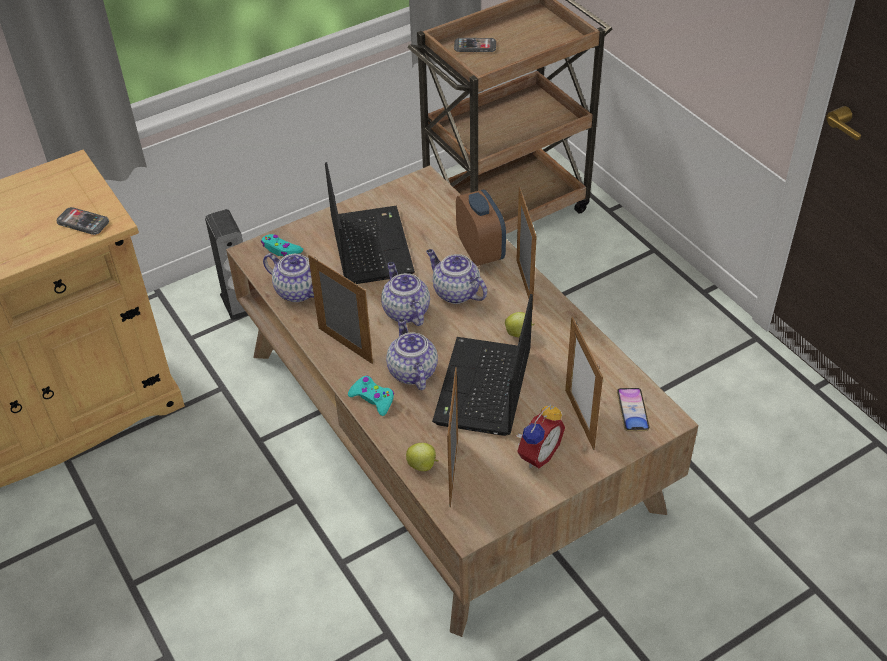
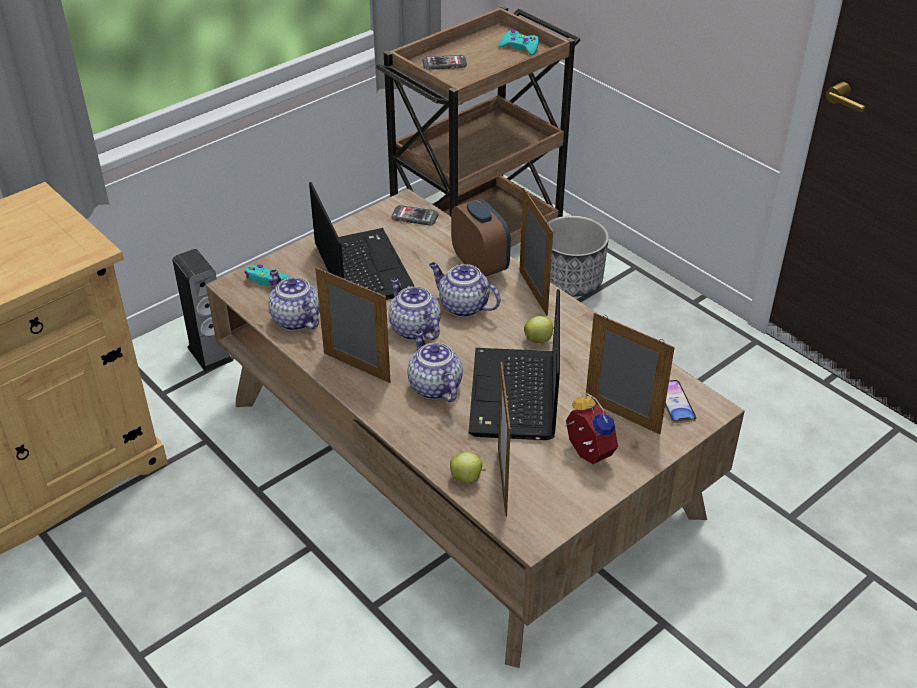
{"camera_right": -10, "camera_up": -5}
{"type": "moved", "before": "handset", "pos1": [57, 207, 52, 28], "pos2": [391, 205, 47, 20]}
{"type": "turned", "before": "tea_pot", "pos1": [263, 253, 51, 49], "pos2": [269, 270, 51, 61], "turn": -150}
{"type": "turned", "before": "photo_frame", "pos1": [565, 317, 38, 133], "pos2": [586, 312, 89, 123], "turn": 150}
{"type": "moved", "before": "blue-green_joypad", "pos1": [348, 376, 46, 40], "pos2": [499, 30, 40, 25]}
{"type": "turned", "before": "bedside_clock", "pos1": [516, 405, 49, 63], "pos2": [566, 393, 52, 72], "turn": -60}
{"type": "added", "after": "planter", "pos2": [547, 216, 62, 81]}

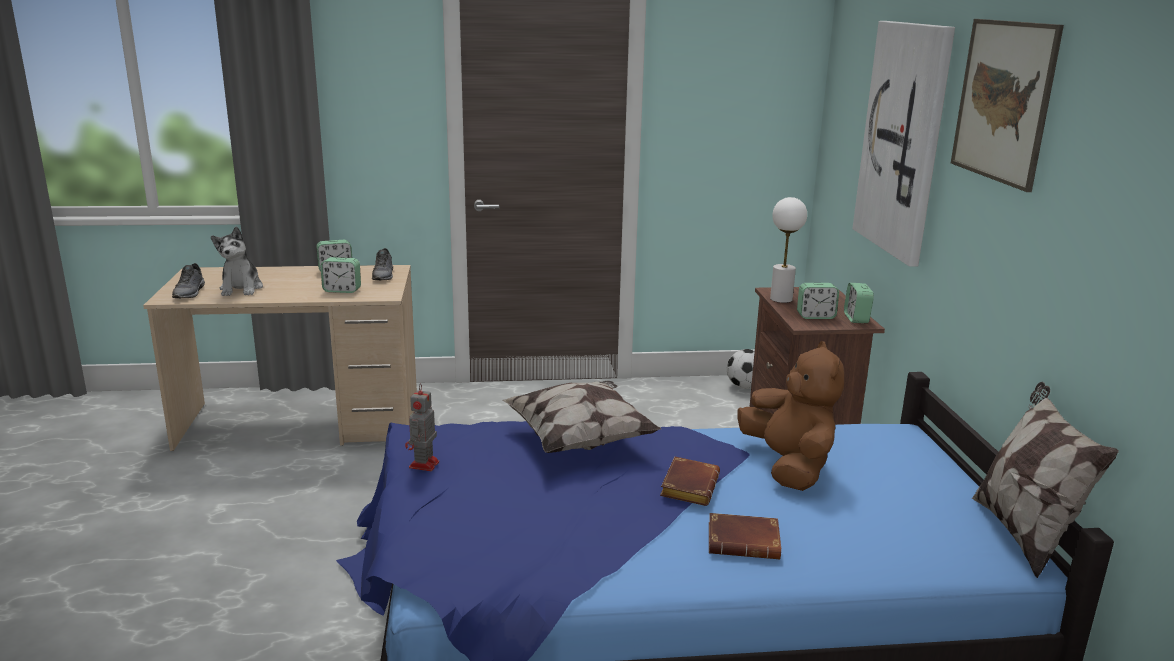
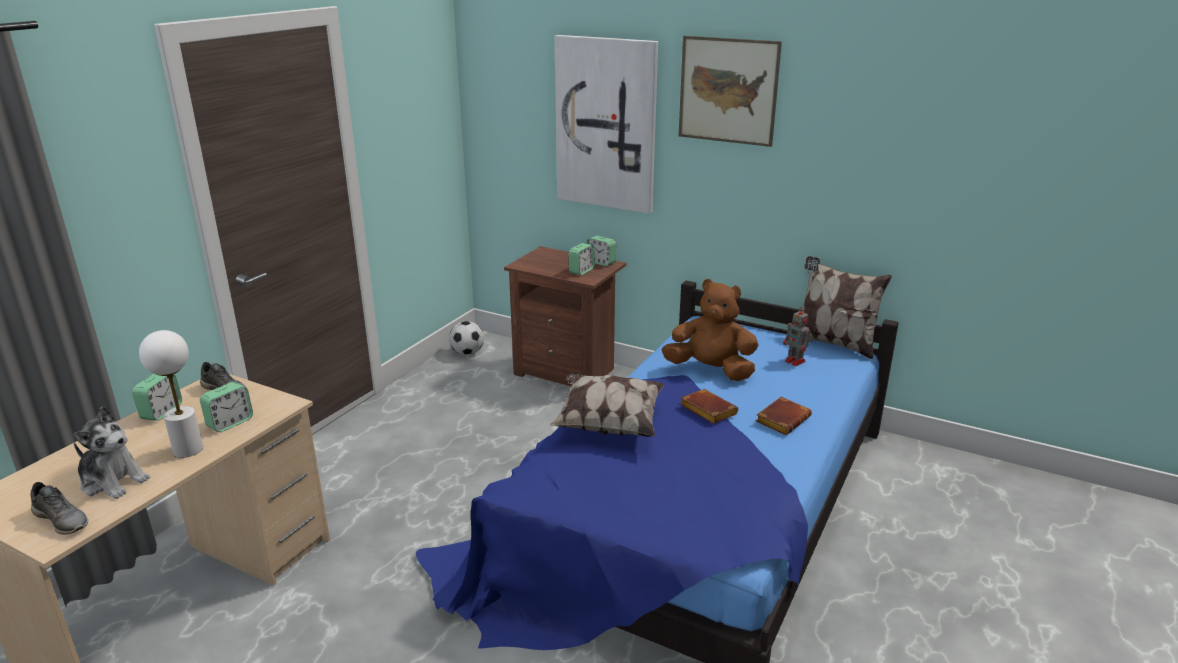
{"camera_right": -55, "camera_up": 5}
{"type": "moved", "before": "whitish_table_lamp", "pos1": [770, 197, 37, 106], "pos2": [139, 330, 64, 128]}
{"type": "moved", "before": "toy_robot", "pos1": [405, 383, 34, 88], "pos2": [783, 308, 30, 58]}

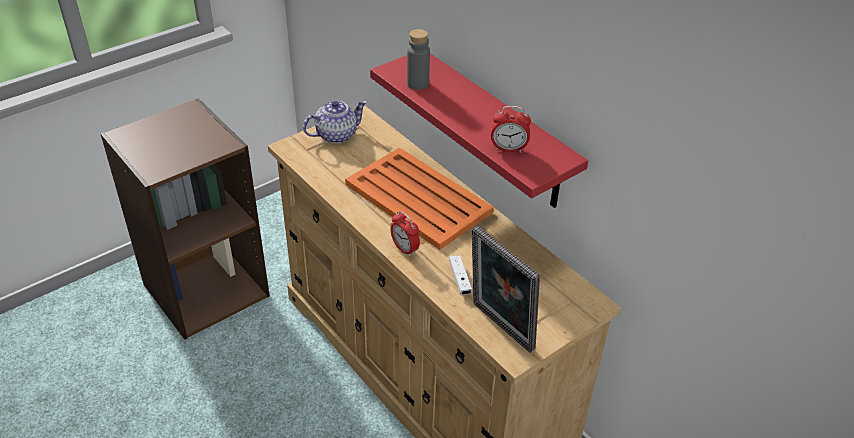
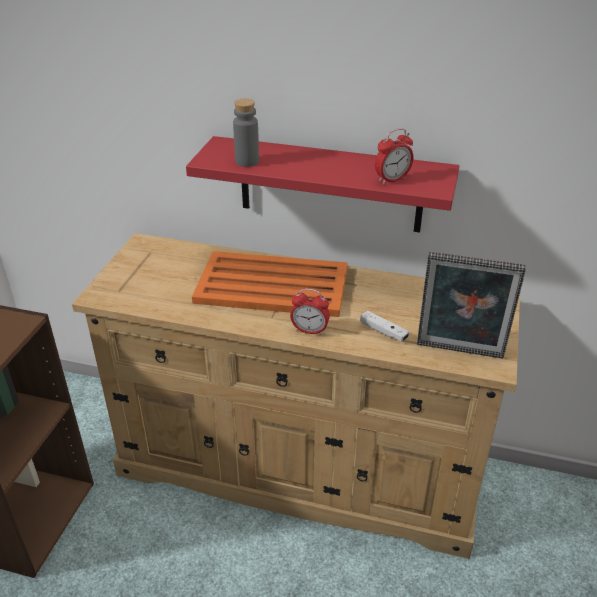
{"camera_right": -35, "camera_up": -5}
{"type": "removed", "before": "tea_pot", "pos1": [303, 100, 64, 43]}

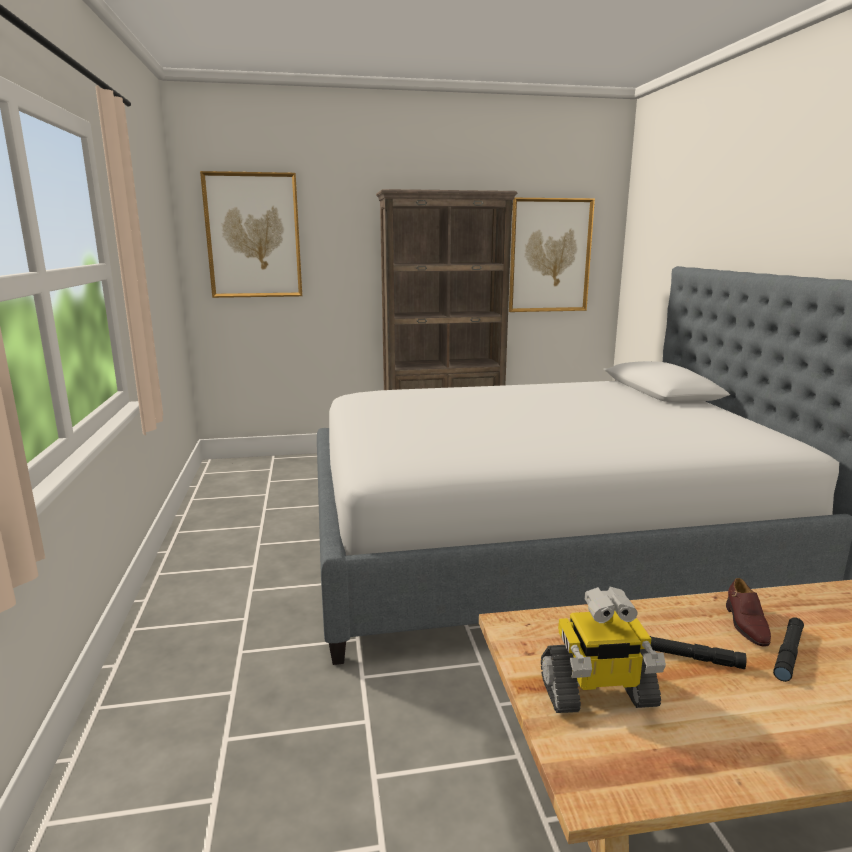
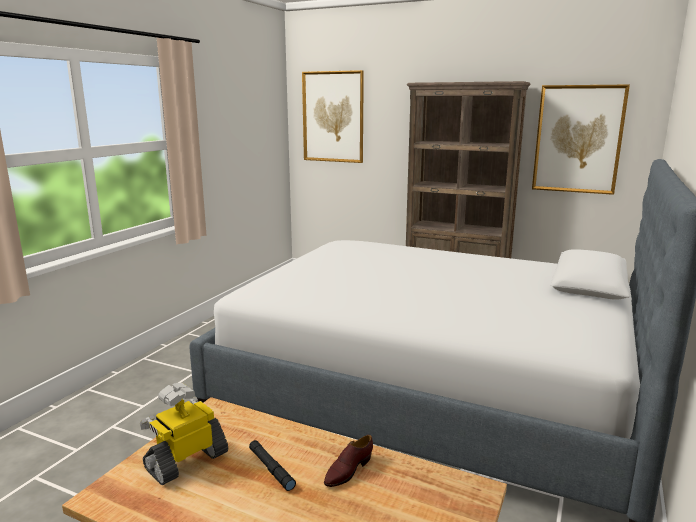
{"camera_right": 35, "camera_up": 0}
{"type": "turned", "before": "toy_robot", "pos1": [541, 587, 125, 126], "pos2": [140, 383, 88, 102], "turn": 105}
{"type": "removed", "before": "blackish_flashlight", "pos1": [773, 617, 31, 65]}

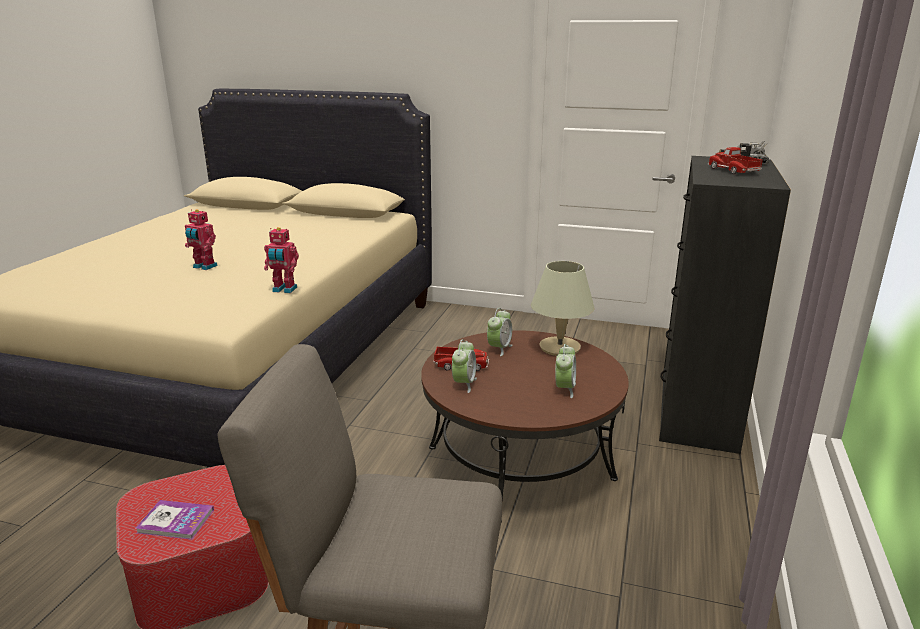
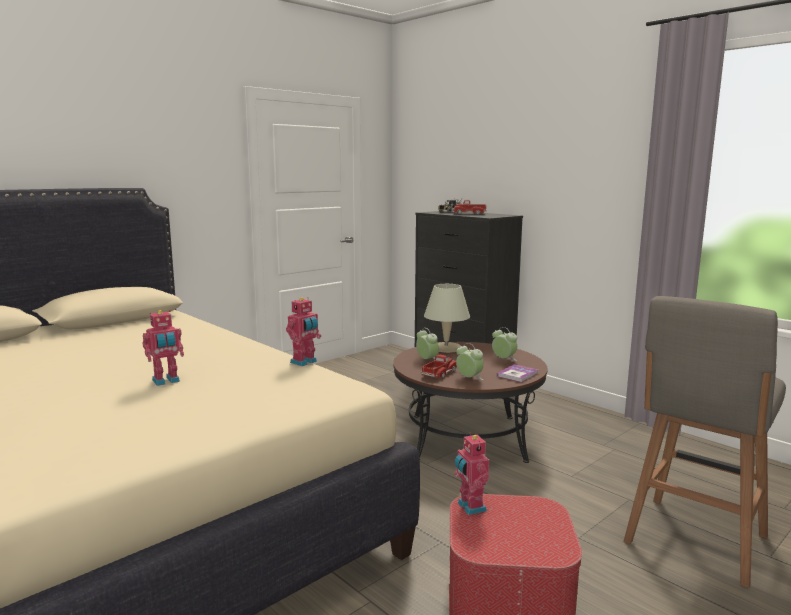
{"camera_right": -60, "camera_up": -10}
{"type": "moved", "before": "bound_book", "pos1": [136, 500, 78, 40], "pos2": [497, 364, 41, 18]}
{"type": "added", "after": "toy_robot", "pos2": [454, 432, 35, 83]}

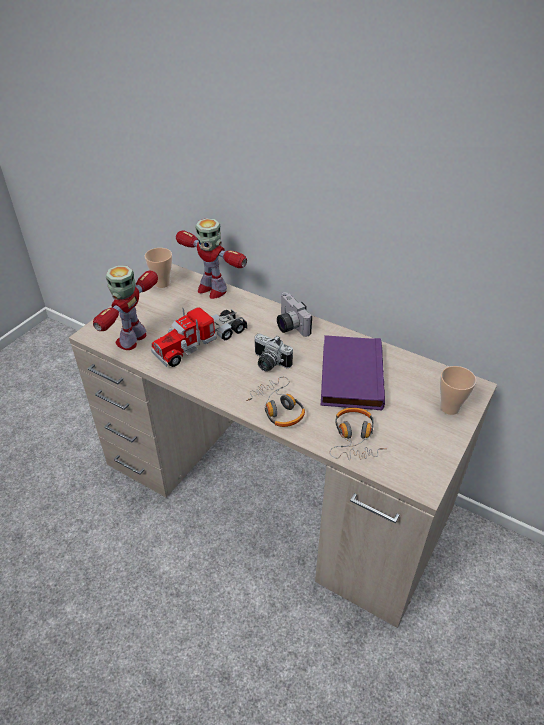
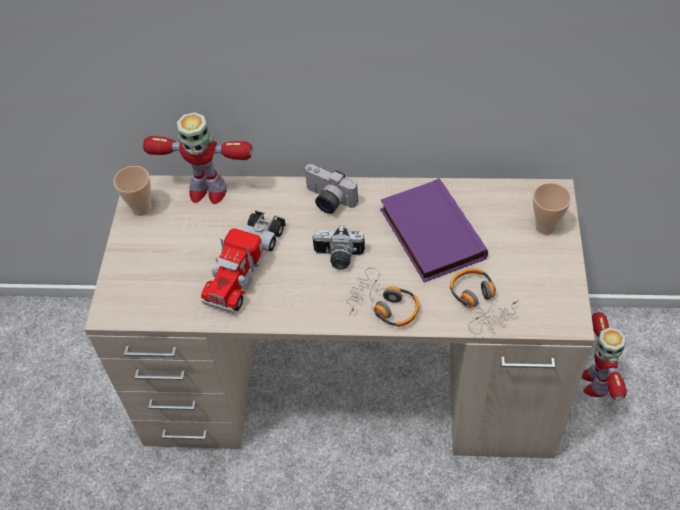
{"camera_right": -25, "camera_up": 10}
{"type": "moved", "before": "toy_robot", "pos1": [93, 265, 65, 85], "pos2": [582, 312, 45, 88]}

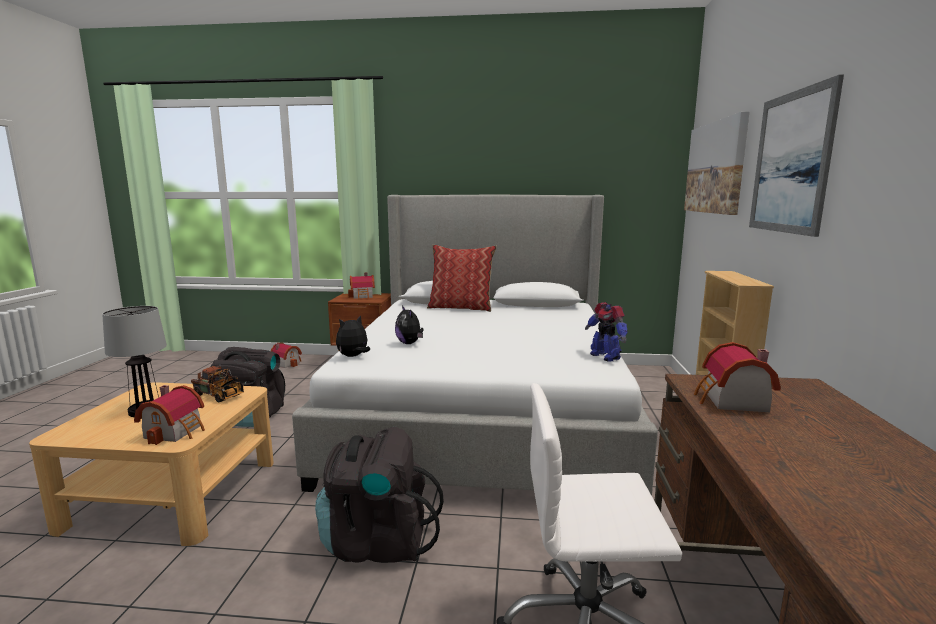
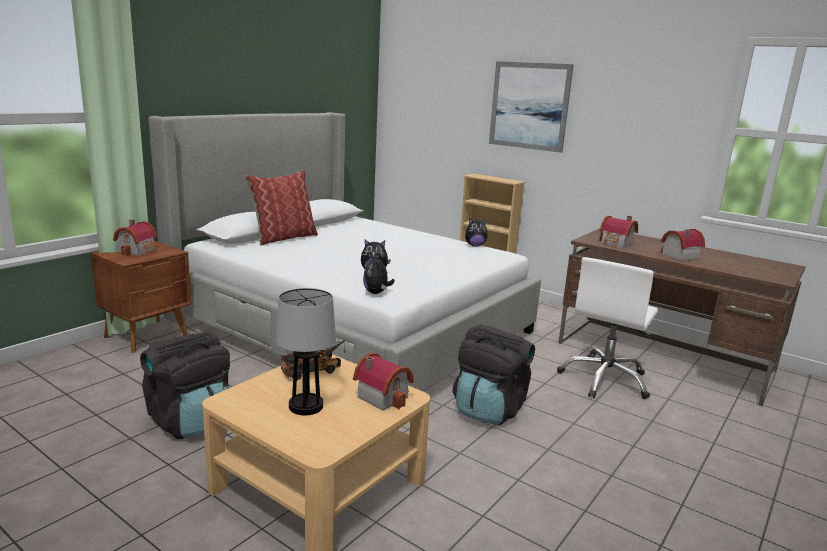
{"camera_right": -60, "camera_up": 5}
{"type": "removed", "before": "wall_picture", "pos1": [684, 112, 65, 103]}
{"type": "replaced", "before": "toy_robot", "after": "soft_toy", "pos1": [585, 302, 43, 60], "pos2": [465, 219, 23, 27]}
{"type": "moved", "before": "toy_house", "pos1": [271, 343, 31, 25], "pos2": [660, 229, 45, 32]}

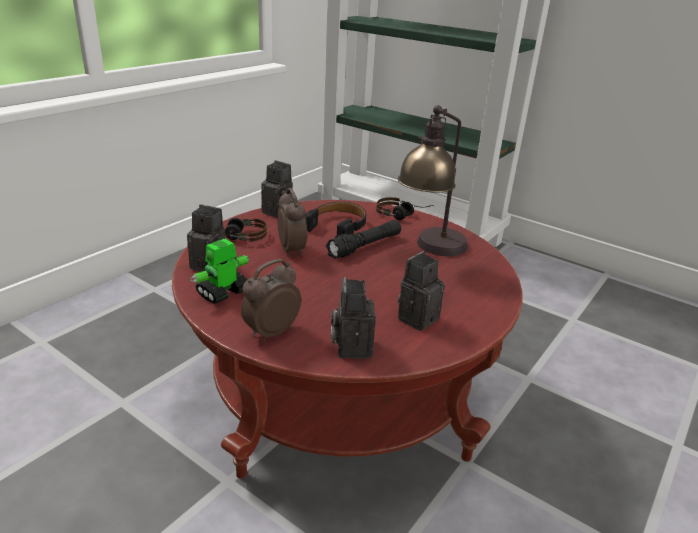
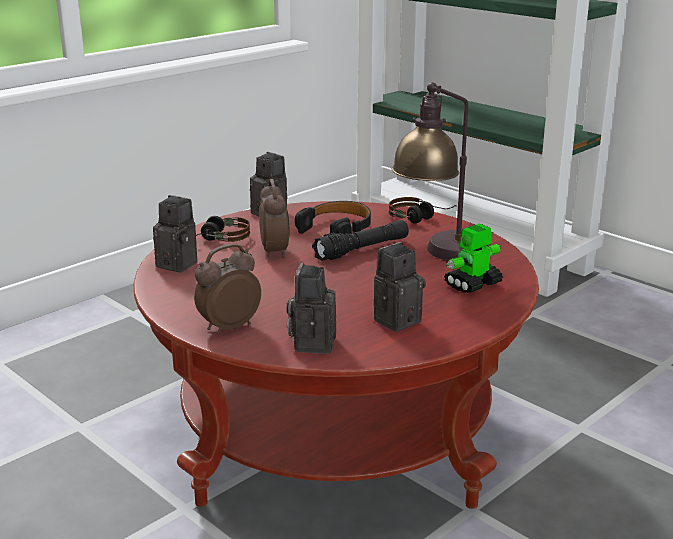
{"camera_right": 10, "camera_up": -5}
{"type": "moved", "before": "toy_robot", "pos1": [190, 239, 60, 65], "pos2": [444, 224, 59, 69]}

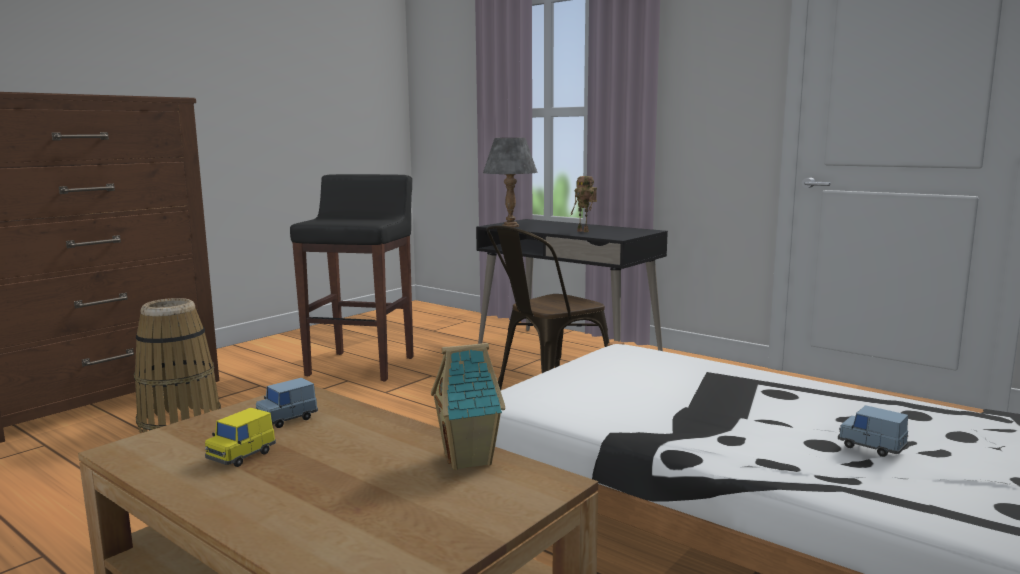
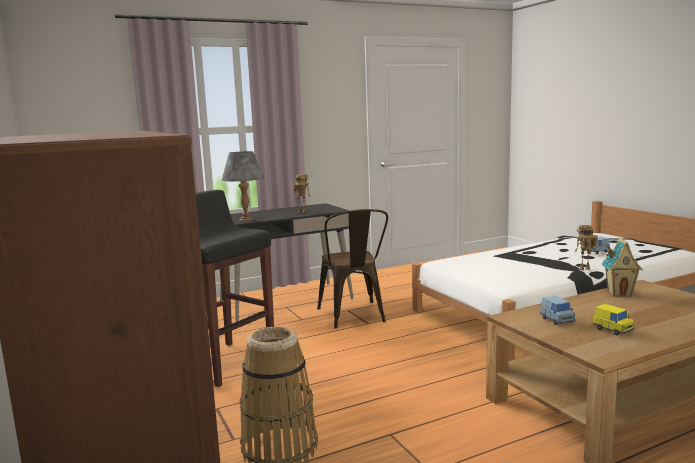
{"camera_right": -65, "camera_up": 0}
{"type": "added", "after": "toy_robot", "pos2": [575, 225, 23, 45]}

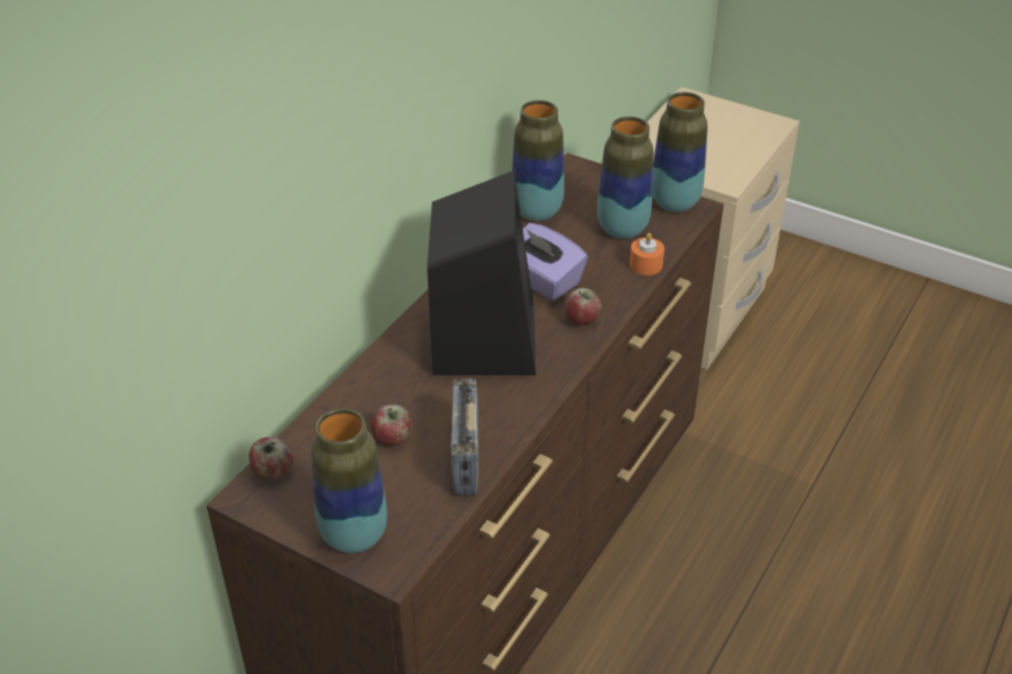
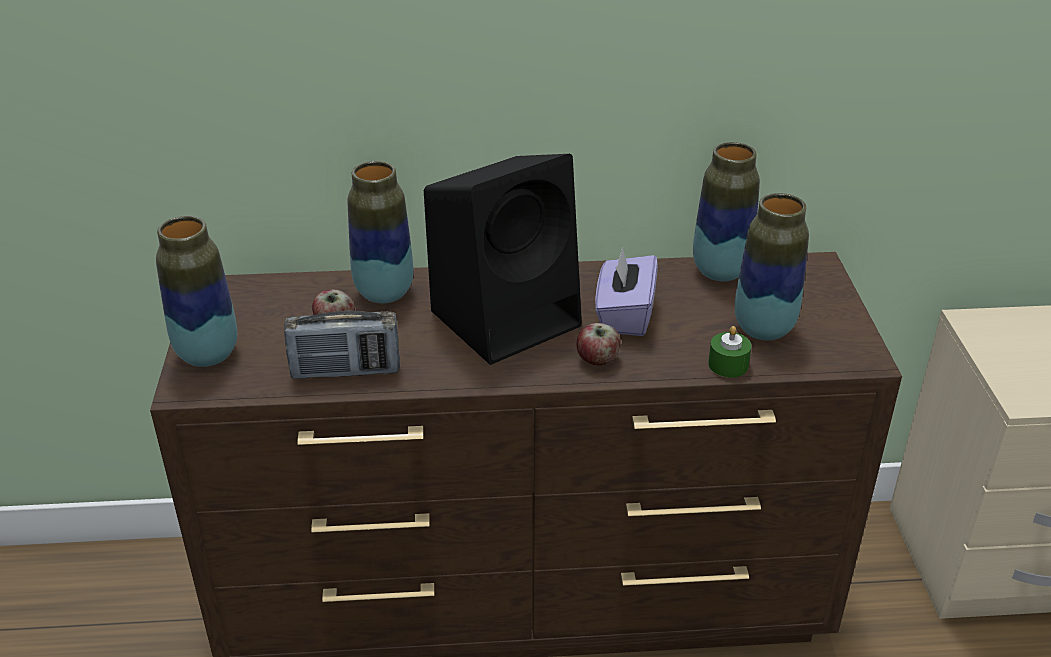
{"camera_right": 55, "camera_up": -5}
{"type": "moved", "before": "vase", "pos1": [652, 92, 56, 120], "pos2": [348, 161, 66, 143]}
{"type": "recoloured", "before": "orange_wax_candle", "after": "green-coloured_wax_candle", "pos1": [630, 233, 34, 42], "pos2": [708, 326, 44, 52]}
{"type": "turned", "before": "radio_receiver", "pos1": [450, 378, 29, 118], "pos2": [284, 310, 116, 69], "turn": -150}
{"type": "removed", "before": "apple", "pos1": [249, 437, 45, 43]}

